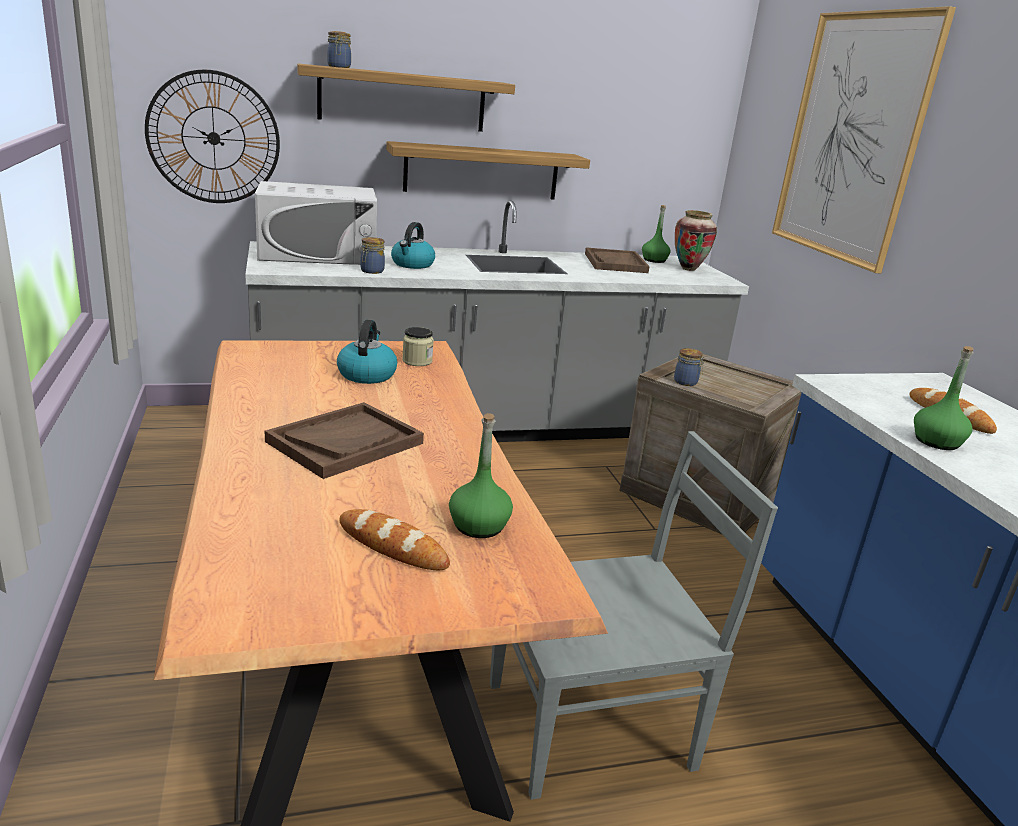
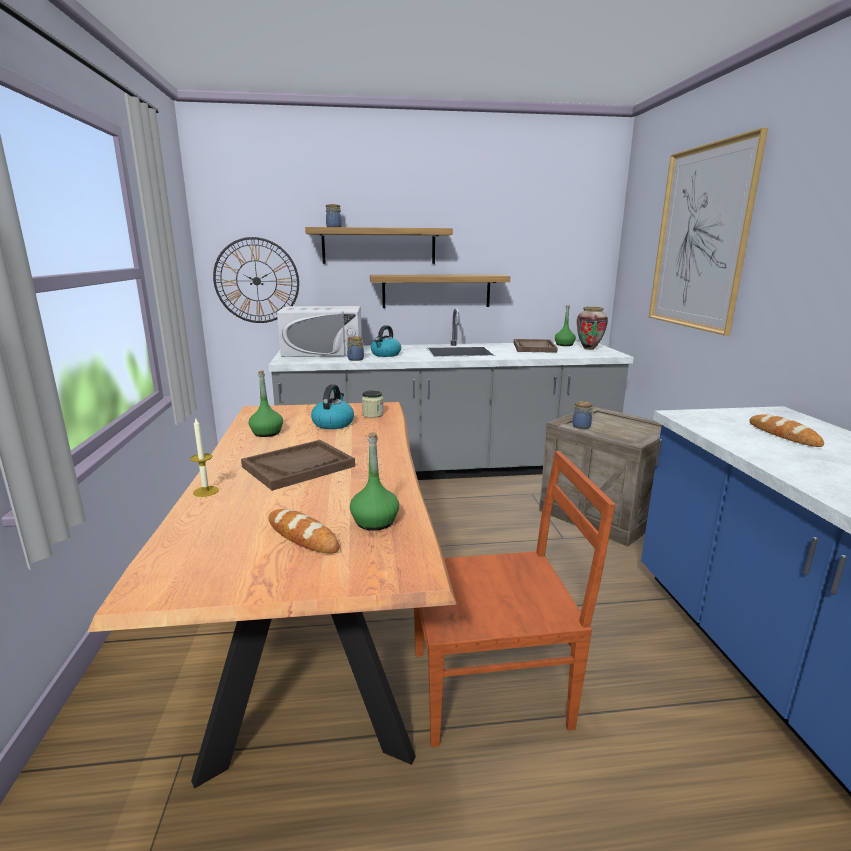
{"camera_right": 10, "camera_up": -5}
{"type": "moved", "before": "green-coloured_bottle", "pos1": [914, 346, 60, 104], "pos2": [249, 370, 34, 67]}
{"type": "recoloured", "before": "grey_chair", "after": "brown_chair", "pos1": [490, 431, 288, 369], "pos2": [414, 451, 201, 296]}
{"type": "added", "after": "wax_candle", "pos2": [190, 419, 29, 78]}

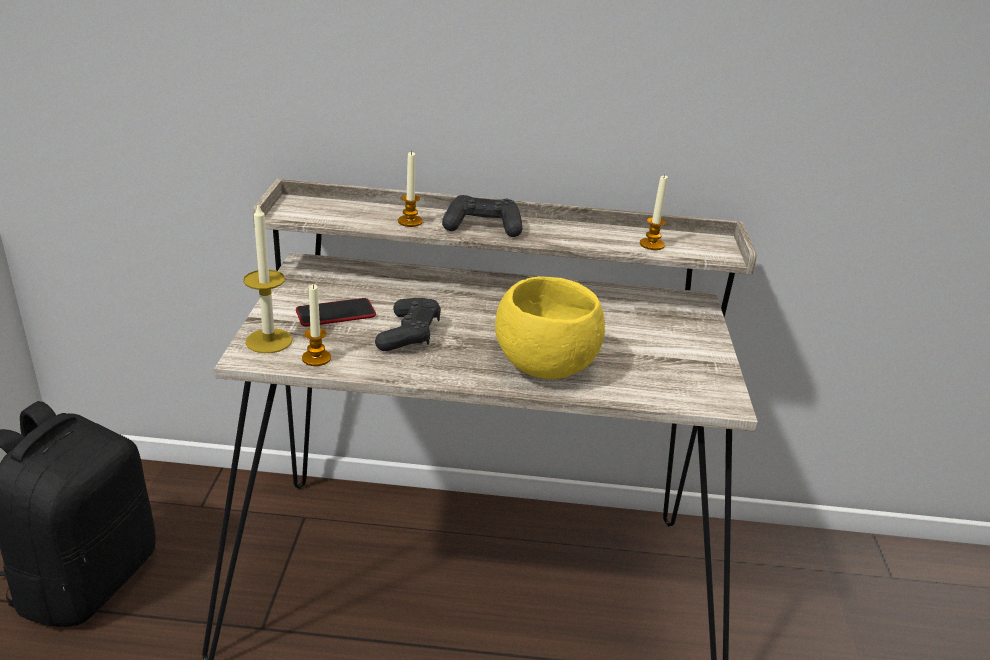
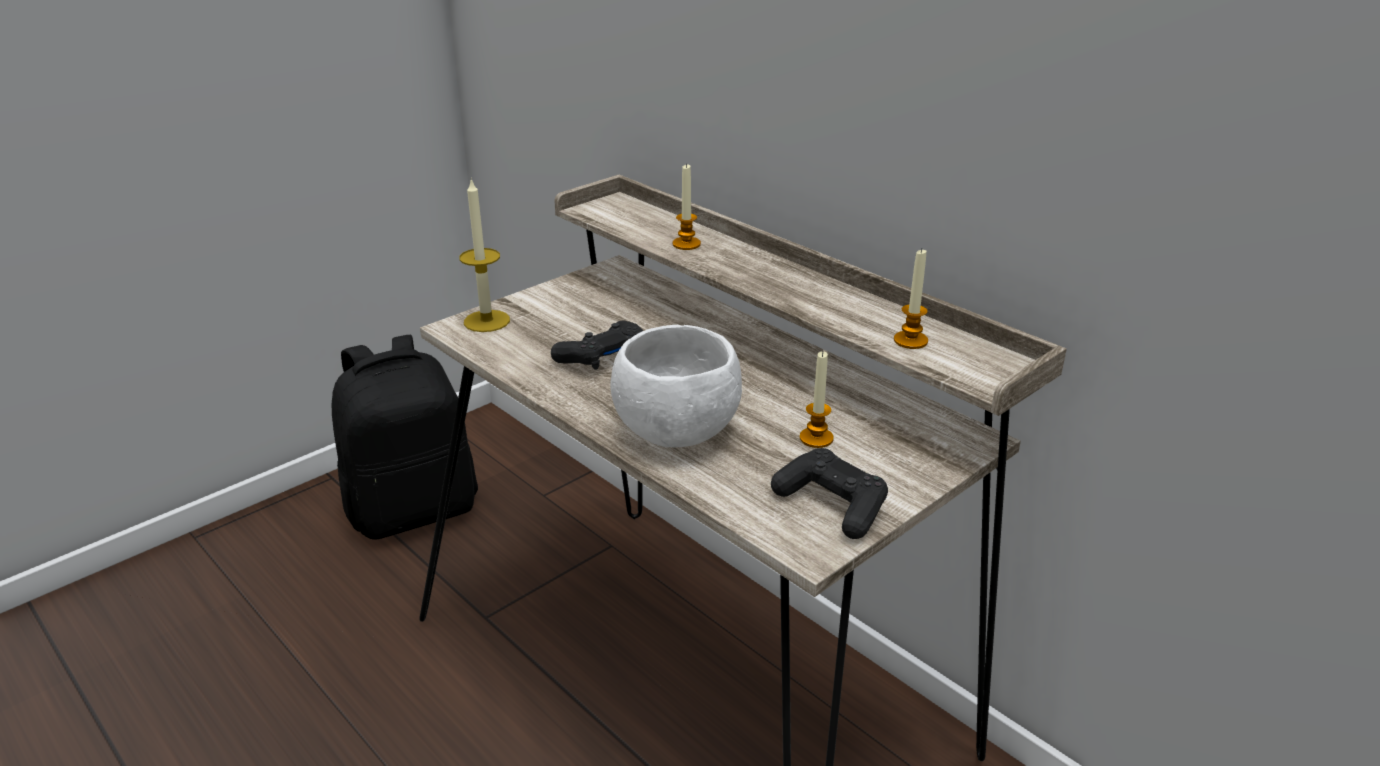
{"camera_right": 45, "camera_up": 0}
{"type": "moved", "before": "blackish_joypad", "pos1": [442, 195, 81, 42], "pos2": [771, 448, 117, 91]}
{"type": "recoloured", "before": "yellow_deep_dish", "after": "whitish_deep_dish", "pos1": [495, 277, 110, 102], "pos2": [610, 325, 132, 122]}
{"type": "moved", "before": "wax_candle", "pos1": [302, 284, 29, 82], "pos2": [800, 351, 34, 97]}
{"type": "removed", "before": "handset", "pos1": [296, 298, 80, 29]}

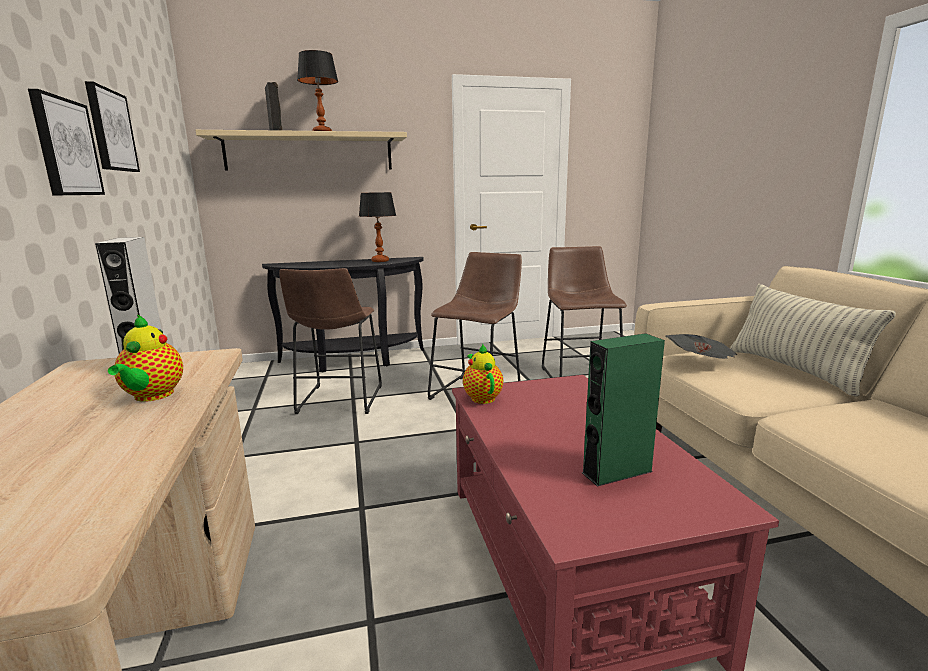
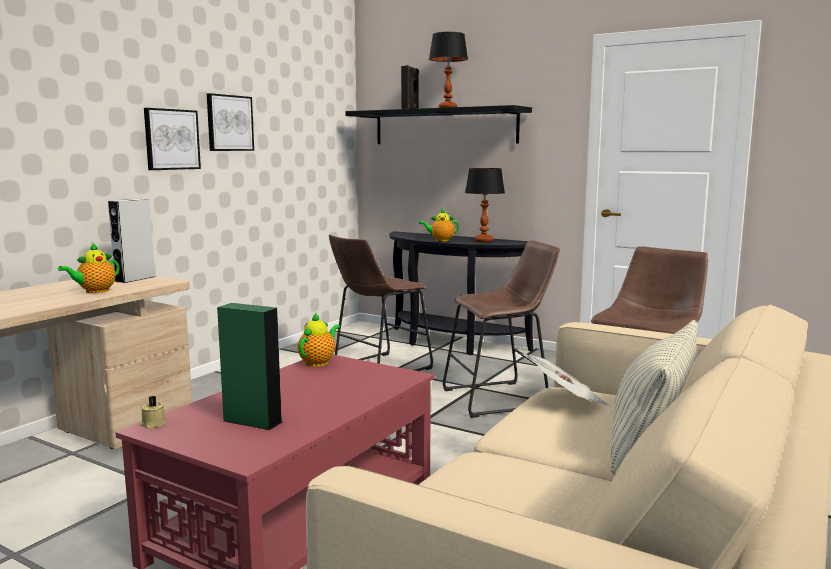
{"camera_right": 45, "camera_up": -5}
{"type": "recoloured", "before": "beige_bracket_shelf", "after": "blackish_bracket_shelf", "pos1": [195, 130, 212, 40], "pos2": [345, 105, 187, 39]}
{"type": "added", "after": "tea_pot", "pos2": [419, 208, 40, 33]}
{"type": "added", "after": "beige_wax_candle", "pos2": [140, 396, 26, 33]}

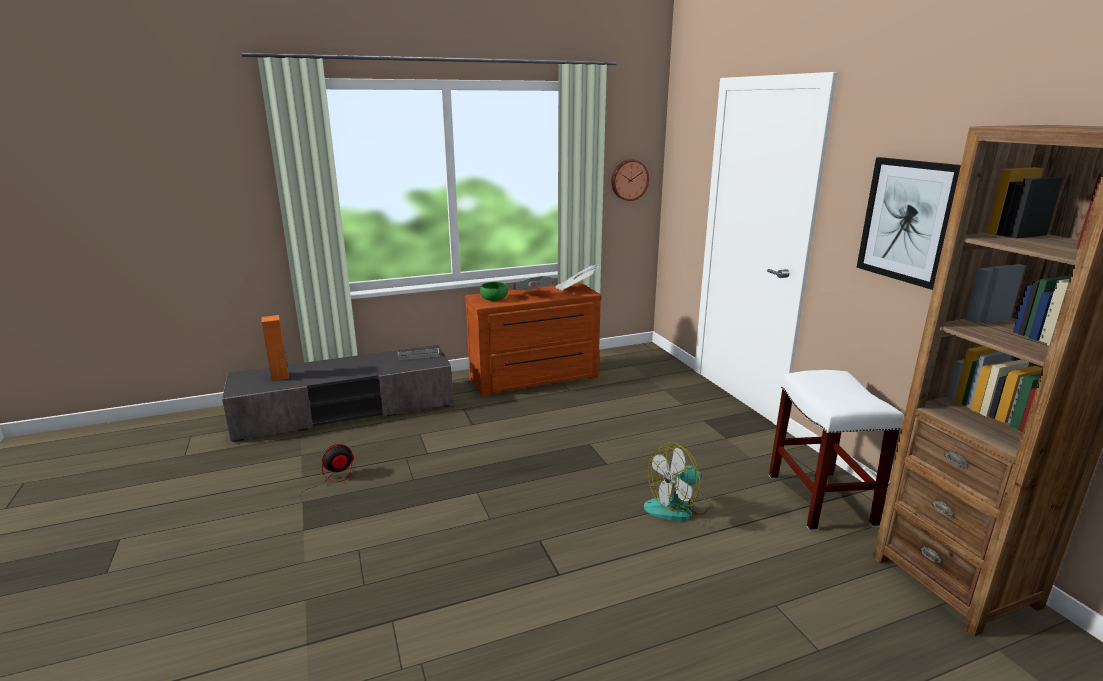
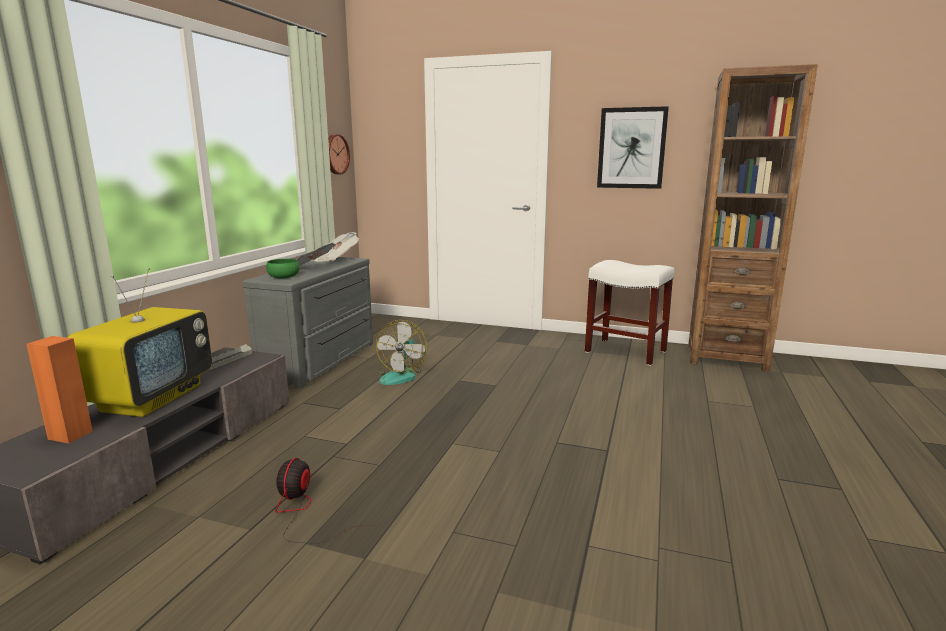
{"camera_right": -50, "camera_up": -5}
{"type": "recoloured", "before": "brown_drawer_chest", "after": "grey_drawer_chest", "pos1": [465, 283, 137, 114], "pos2": [242, 257, 131, 132]}
{"type": "moved", "before": "cooling_fan", "pos1": [644, 442, 67, 79], "pos2": [376, 320, 51, 65]}
{"type": "added", "after": "TV", "pos2": [67, 268, 145, 149]}

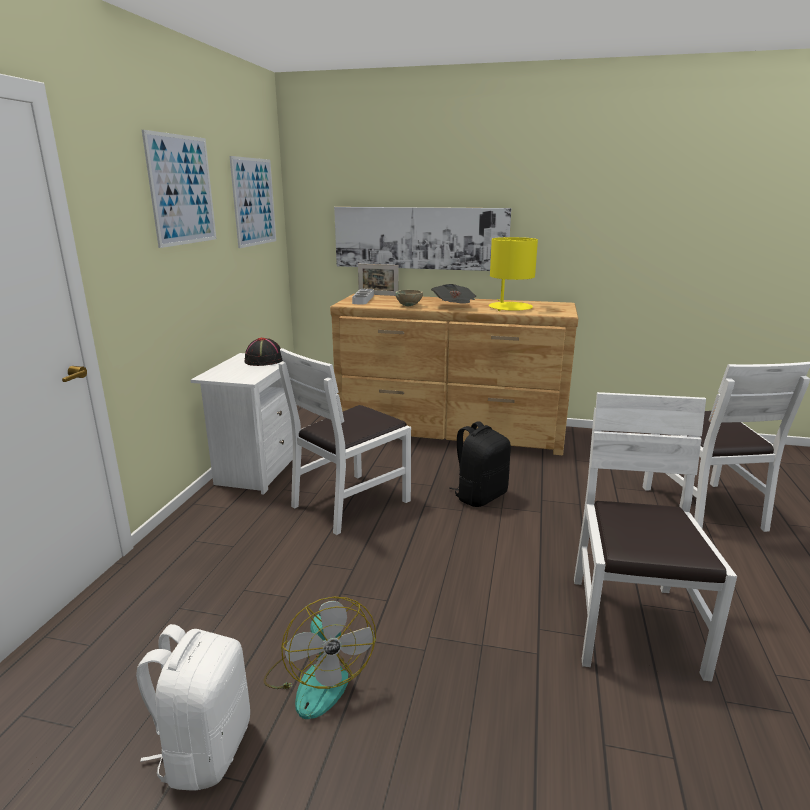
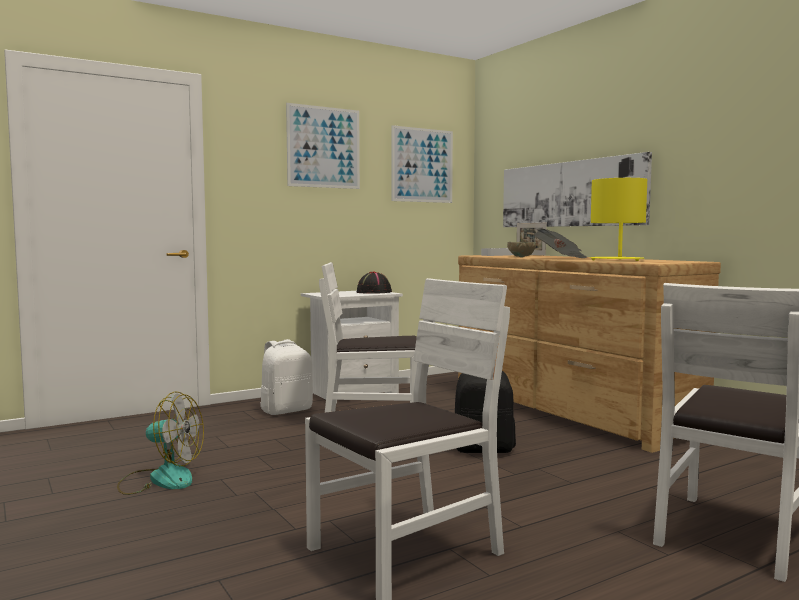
{"camera_right": 45, "camera_up": -15}
{"type": "turned", "before": "cooling_fan", "pos1": [264, 597, 112, 122], "pos2": [117, 391, 87, 104], "turn": -105}
{"type": "moved", "before": "whitish_backpack", "pos1": [136, 624, 114, 167], "pos2": [260, 339, 53, 76]}

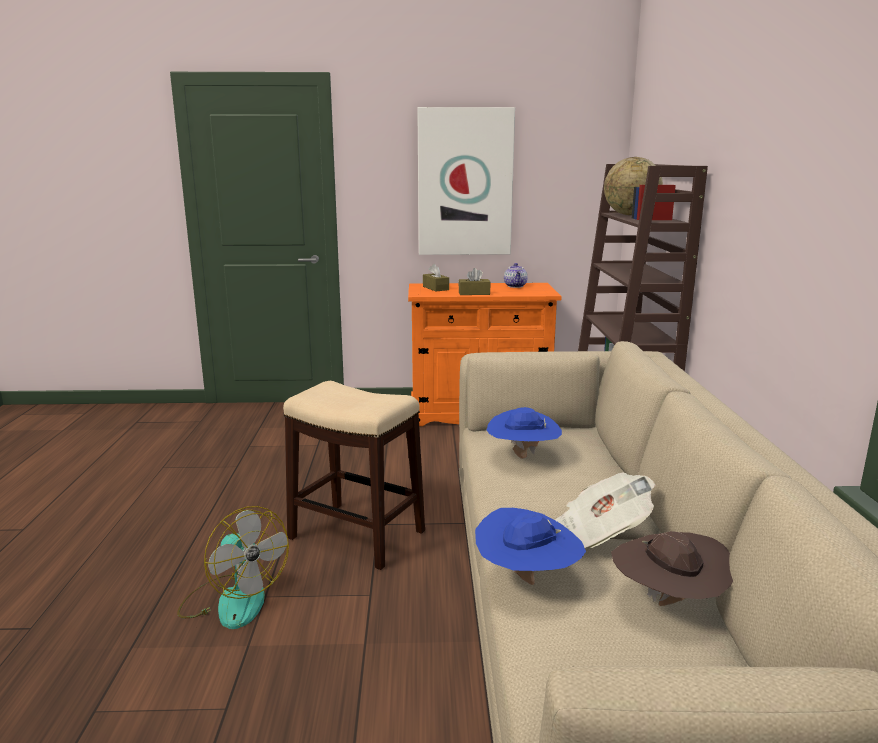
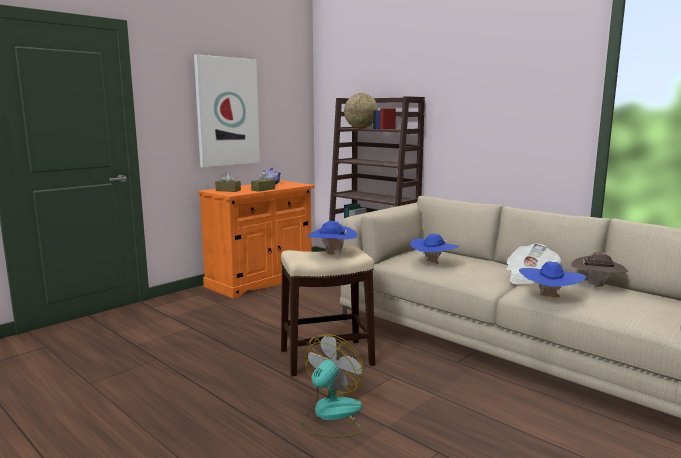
{"camera_right": -45, "camera_up": -5}
{"type": "turned", "before": "cooling_fan", "pos1": [177, 506, 112, 123], "pos2": [302, 334, 61, 103], "turn": -60}
{"type": "added", "after": "bluish_hat", "pos2": [307, 221, 50, 34]}

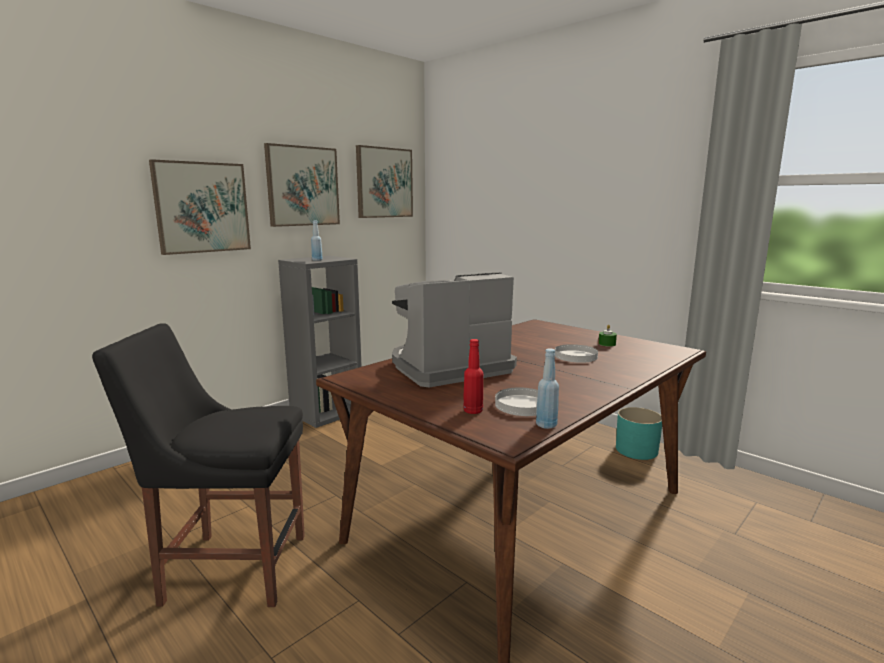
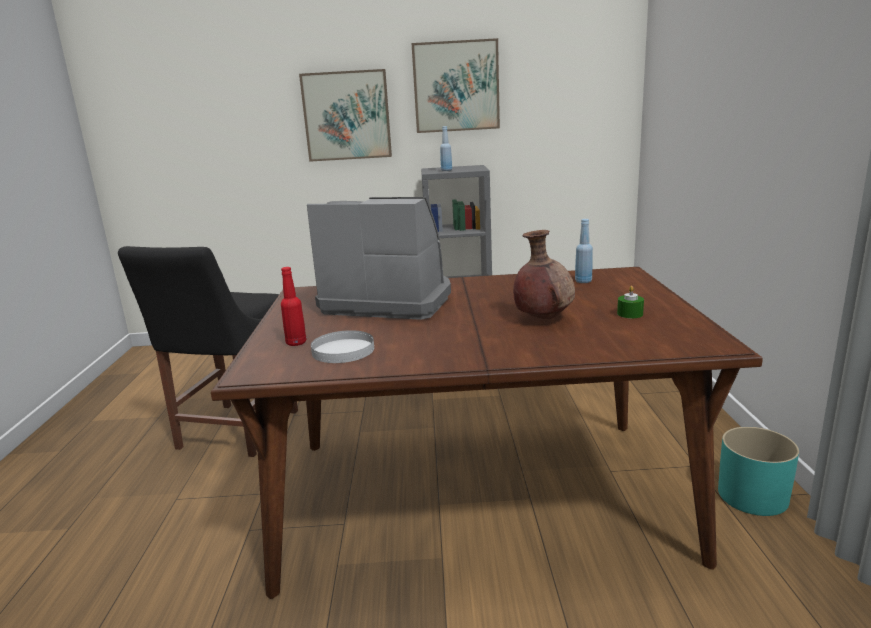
{"camera_right": 45, "camera_up": 5}
{"type": "removed", "before": "wall_picture", "pos1": [356, 145, 57, 73]}
{"type": "turned", "before": "blackish_chair", "pos1": [92, 323, 213, 284], "pos2": [118, 246, 180, 211], "turn": -120}
{"type": "replaced", "before": "whitish_dinner_plate", "after": "brown_vase", "pos1": [555, 344, 43, 19], "pos2": [513, 230, 62, 89]}
{"type": "moved", "before": "bluish_bottle", "pos1": [536, 348, 23, 81], "pos2": [575, 219, 18, 64]}

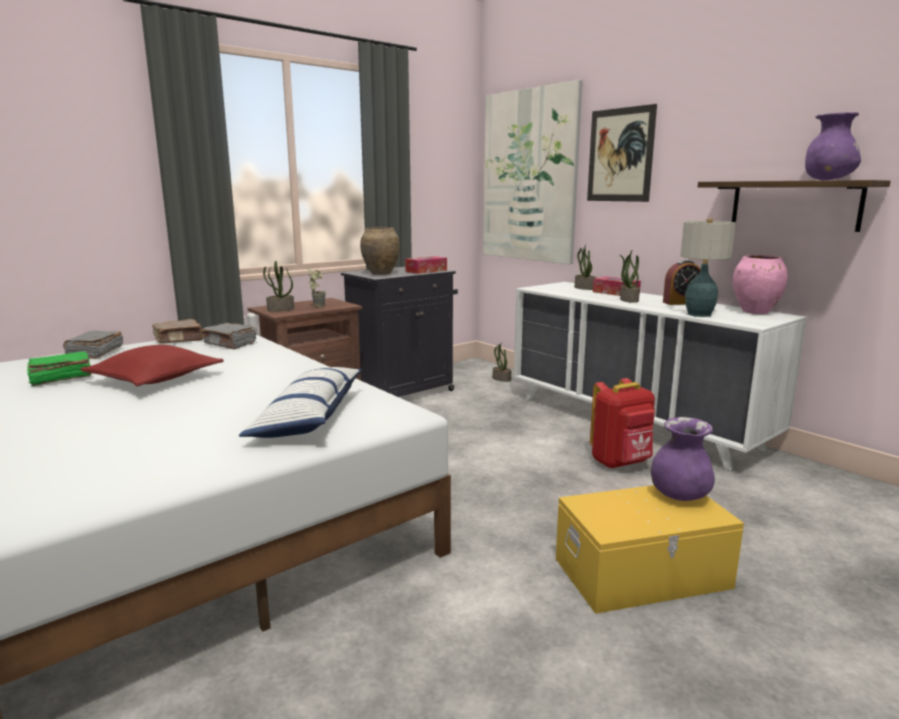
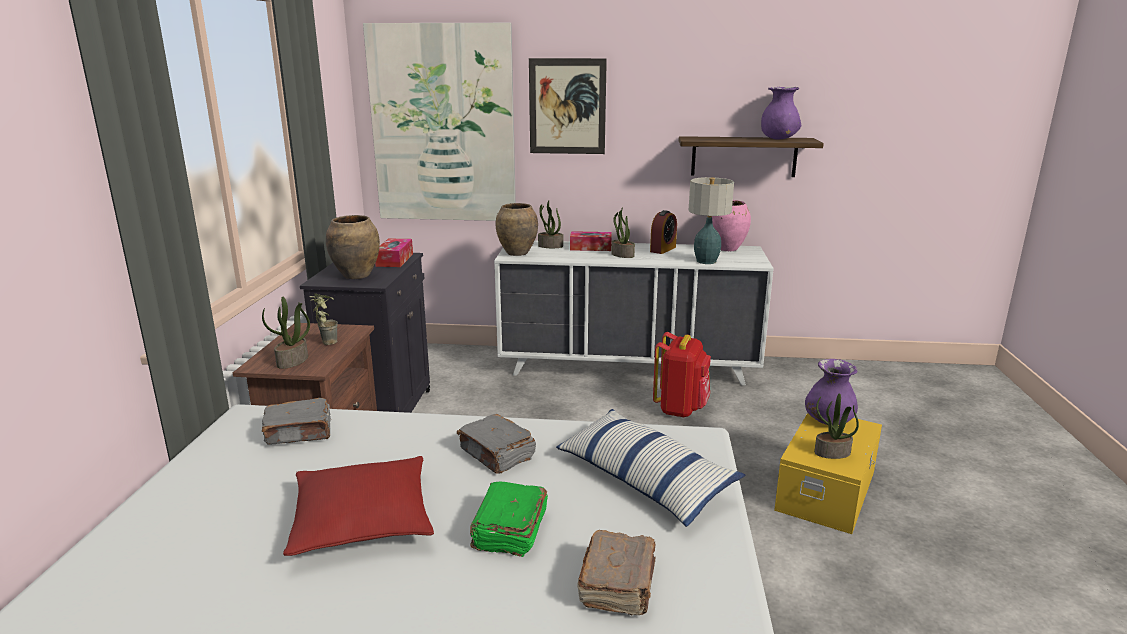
{"camera_right": -45, "camera_up": 5}
{"type": "moved", "before": "brown_bound_book", "pos1": [152, 319, 51, 25], "pos2": [578, 530, 78, 86]}
{"type": "moved", "before": "grey_bound_book", "pos1": [63, 331, 60, 28], "pos2": [457, 414, 79, 60]}
{"type": "moved", "before": "potted_plant", "pos1": [493, 342, 18, 40], "pos2": [814, 393, 45, 66]}
{"type": "moved", "before": "green-coloured_bound_book", "pos1": [27, 351, 64, 35], "pos2": [470, 482, 78, 75]}
{"type": "added", "after": "brown_vase", "pos2": [496, 203, 42, 53]}

